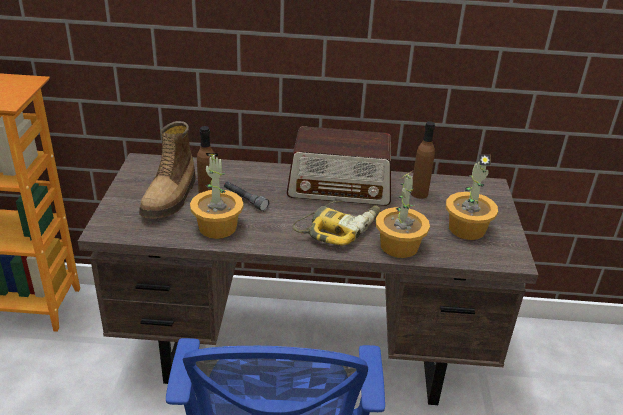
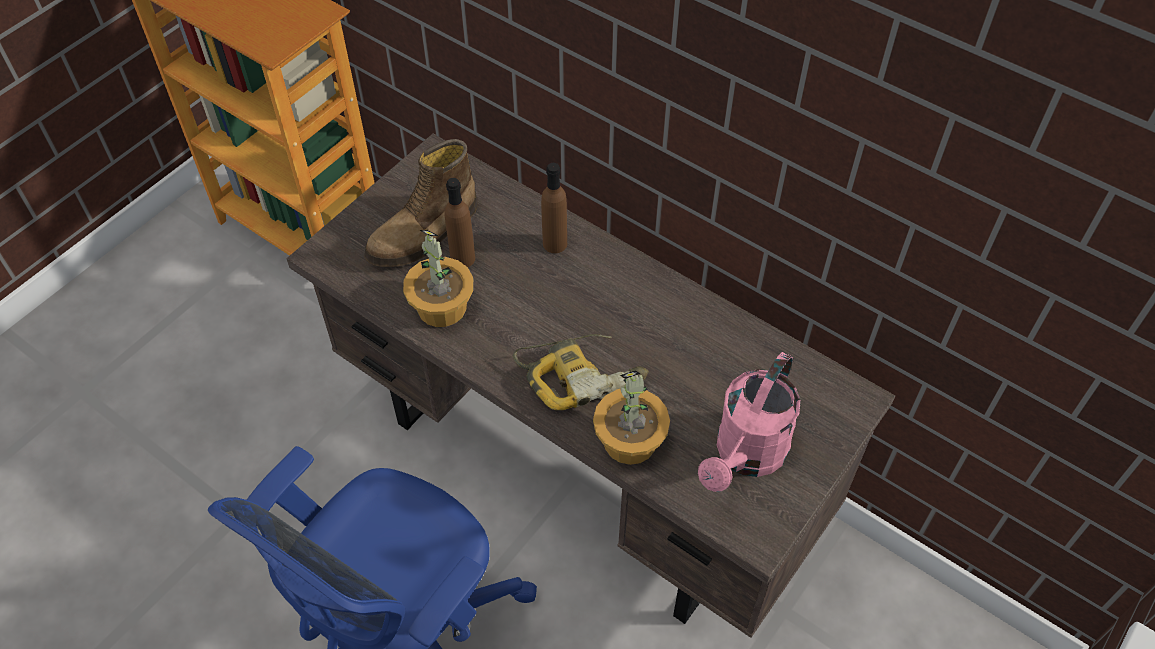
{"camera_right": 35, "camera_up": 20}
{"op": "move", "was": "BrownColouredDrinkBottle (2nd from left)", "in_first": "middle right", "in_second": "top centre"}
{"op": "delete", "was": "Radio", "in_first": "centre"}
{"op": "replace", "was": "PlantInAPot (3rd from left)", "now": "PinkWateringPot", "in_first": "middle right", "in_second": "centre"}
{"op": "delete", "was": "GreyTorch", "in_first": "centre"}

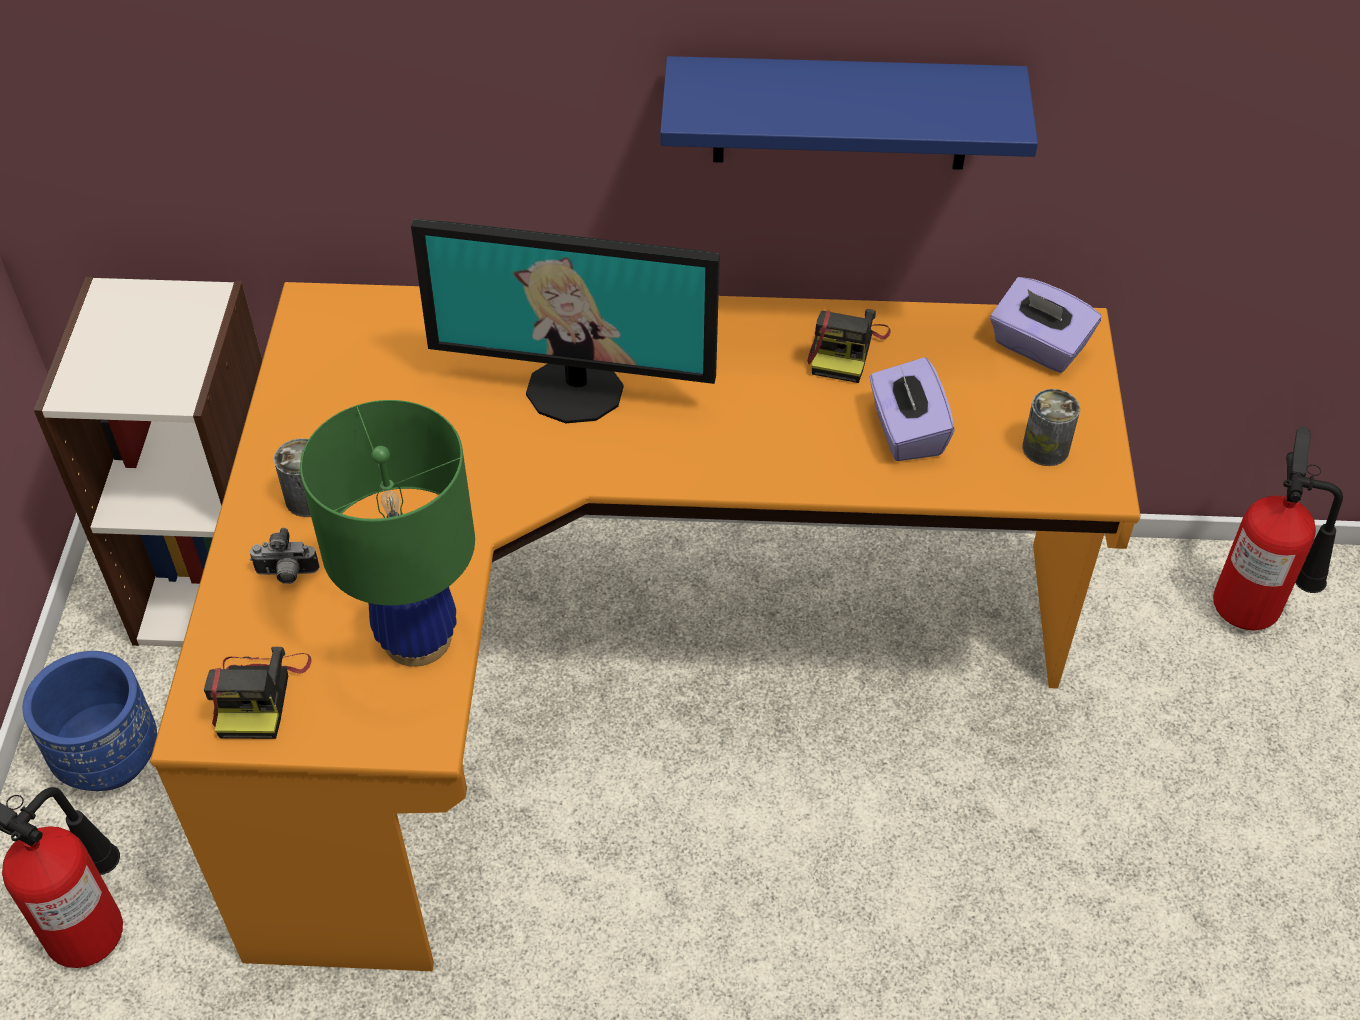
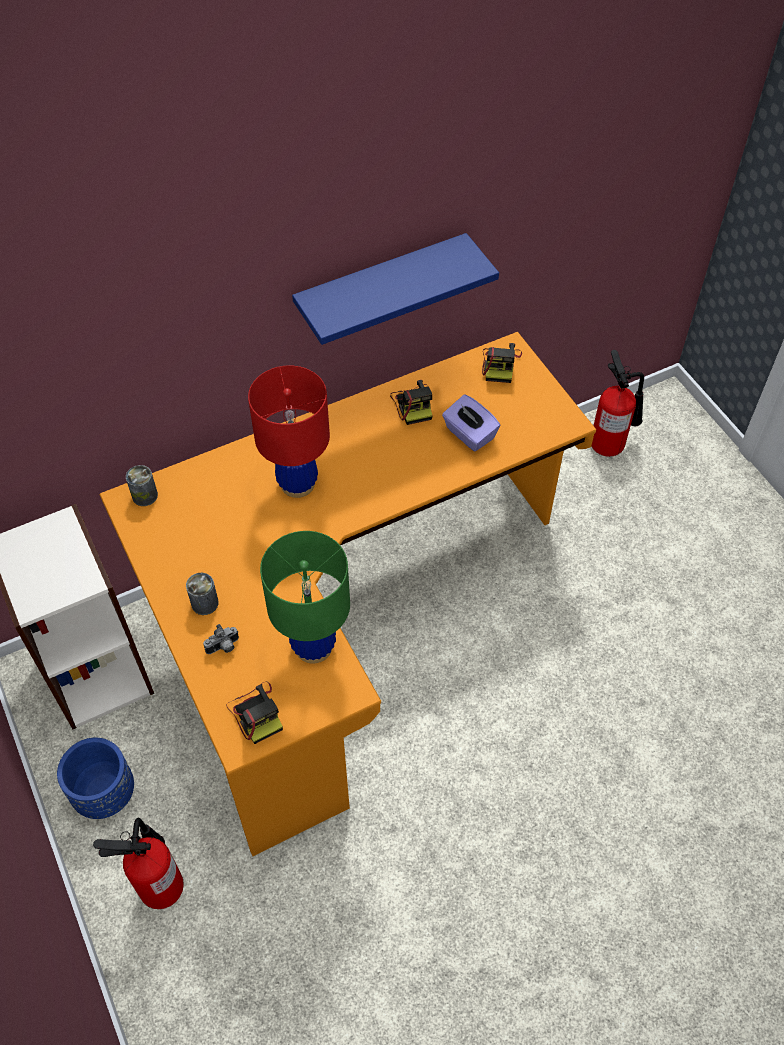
{"camera_right": -30, "camera_up": 5}
{"op": "replace", "was": "ComputerScreen", "now": "ReddishTabletopLamp", "in_first": "top centre", "in_second": "centre"}
{"op": "replace", "was": "PurplishTissueHolder (2nd from left)", "now": "StillCamera (4th from left)", "in_first": "top right", "in_second": "centre"}
{"op": "move", "was": "SealedCan (2nd from left in the first image)", "now": "SealedCan (1st from left)", "in_first": "middle right", "in_second": "middle left"}

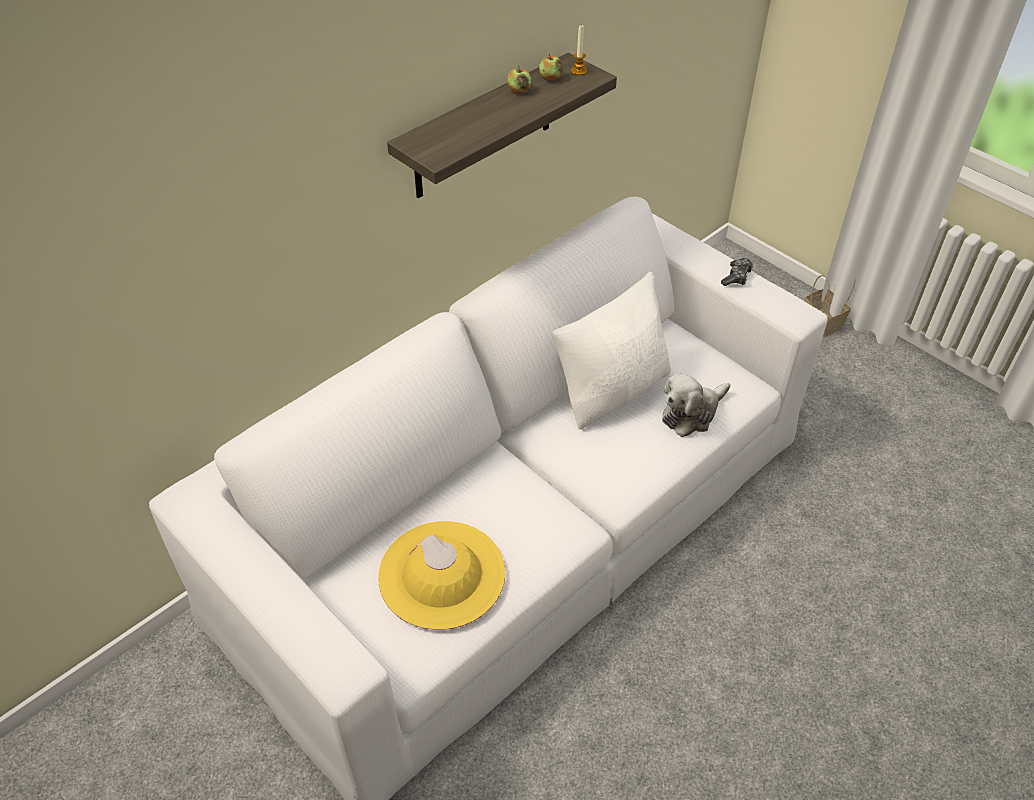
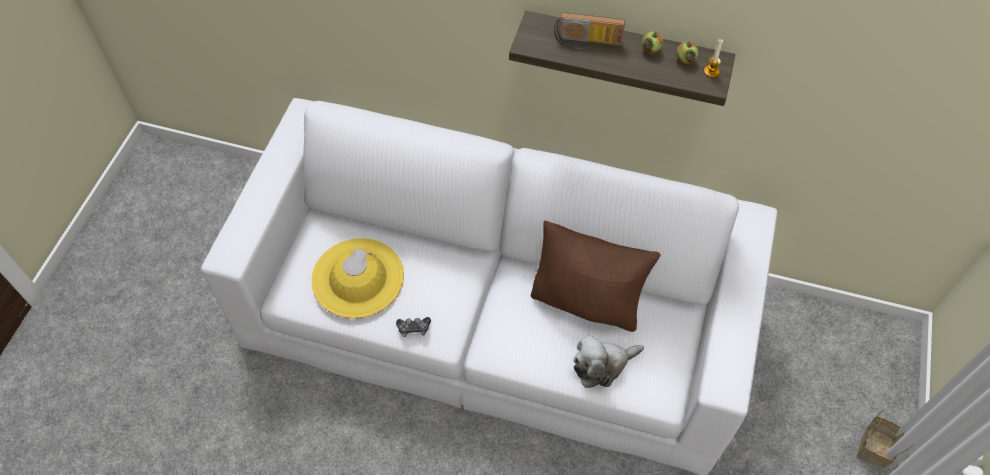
{"camera_right": 60, "camera_up": 10}
{"op": "move", "was": "Joypad", "in_first": "middle right", "in_second": "bottom centre"}
{"op": "recolor", "was": "WhiteCushion", "now": "BrownColouredCushion", "in_first": "centre", "in_second": "centre"}
{"op": "rotate", "was": "PlushToy", "in_first": "middle right", "in_second": "bottom centre", "clockwise": -45}
{"op": "insert", "now": "Radio", "in_second": "top centre"}

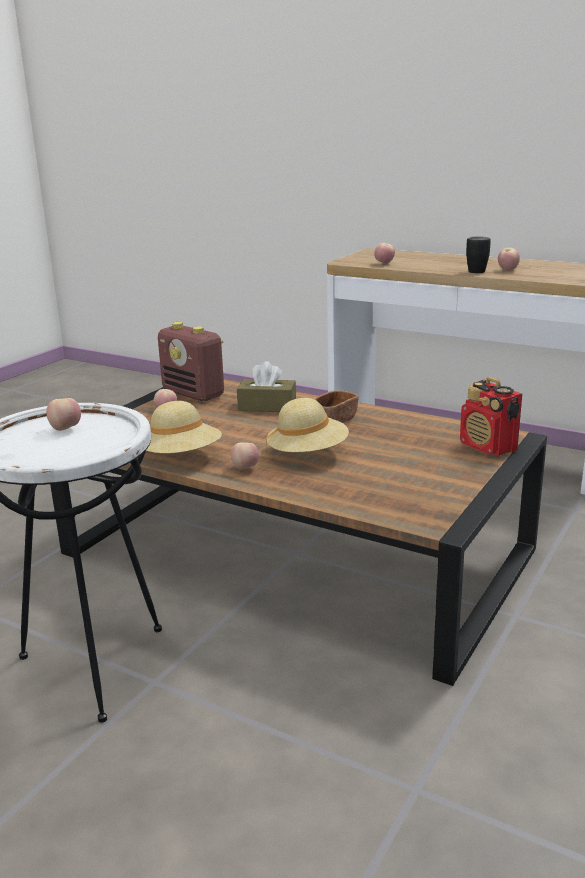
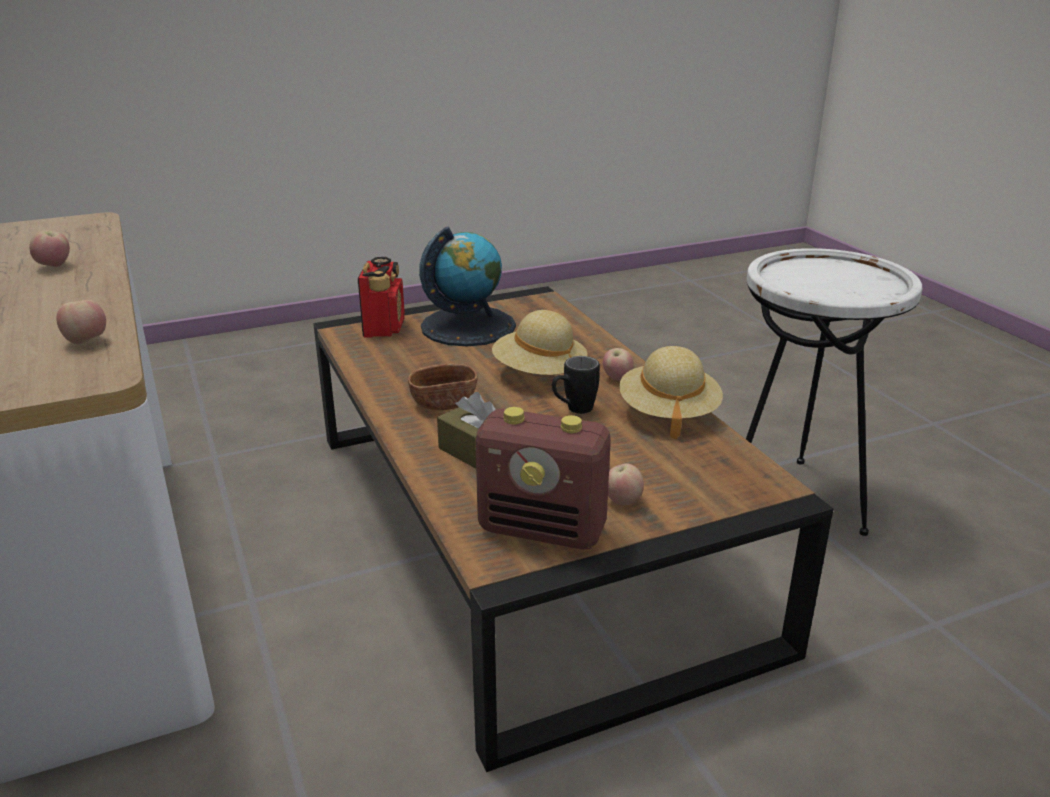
{"camera_right": -145, "camera_up": 5}
{"op": "move", "was": "BlackMug", "in_first": "top right", "in_second": "centre"}
{"op": "rotate", "was": "Radio (1st from left in the first image)", "in_first": "middle left", "in_second": "centre", "clockwise": 120}
{"op": "delete", "was": "AppleFruit (1st from left)", "in_first": "middle left"}
{"op": "insert", "now": "DeskGlobe", "in_second": "centre"}

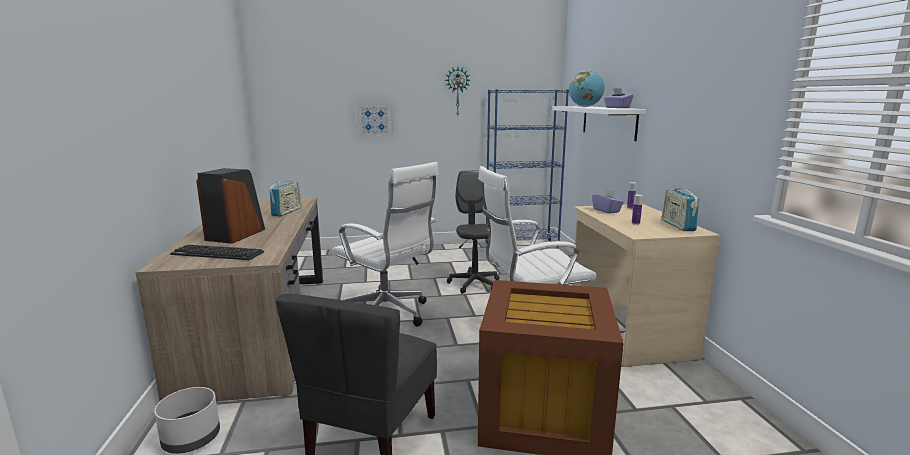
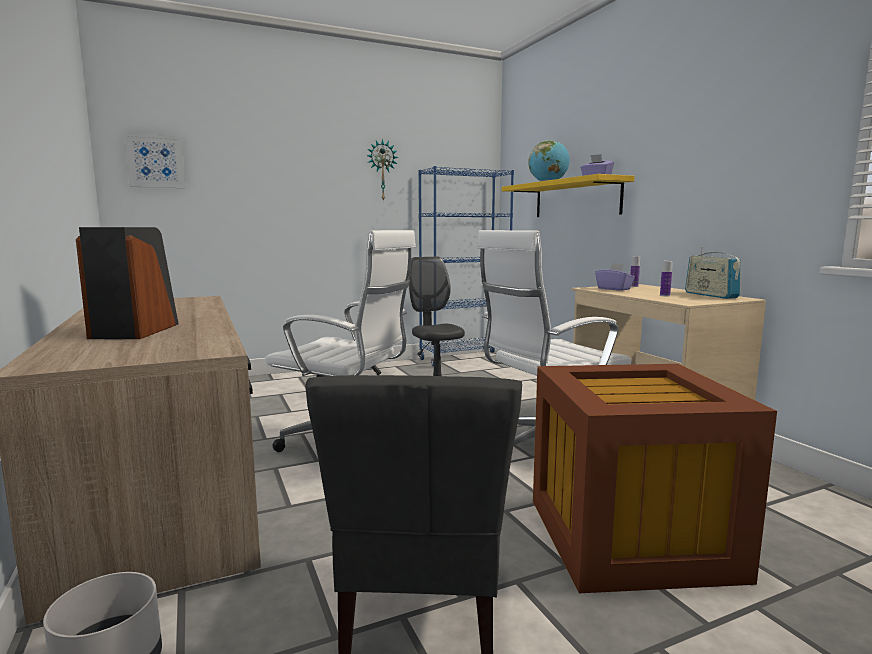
{"camera_right": -15, "camera_up": -5}
{"op": "move", "was": "WallArt", "in_first": "top centre", "in_second": "top left"}
{"op": "recolor", "was": "WhiteBracketShelf", "now": "YellowColouredBracketShelf", "in_first": "top centre", "in_second": "top centre"}
{"op": "delete", "was": "Radio (1st from left)", "in_first": "middle left"}
{"op": "delete", "was": "PcKeyboard", "in_first": "middle left"}

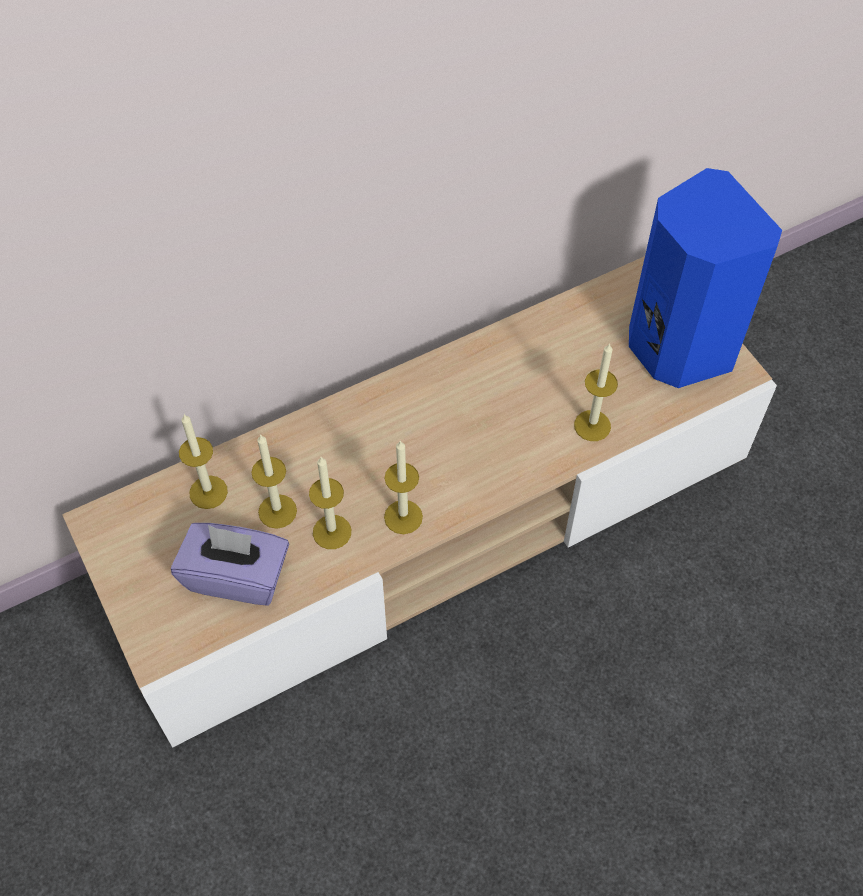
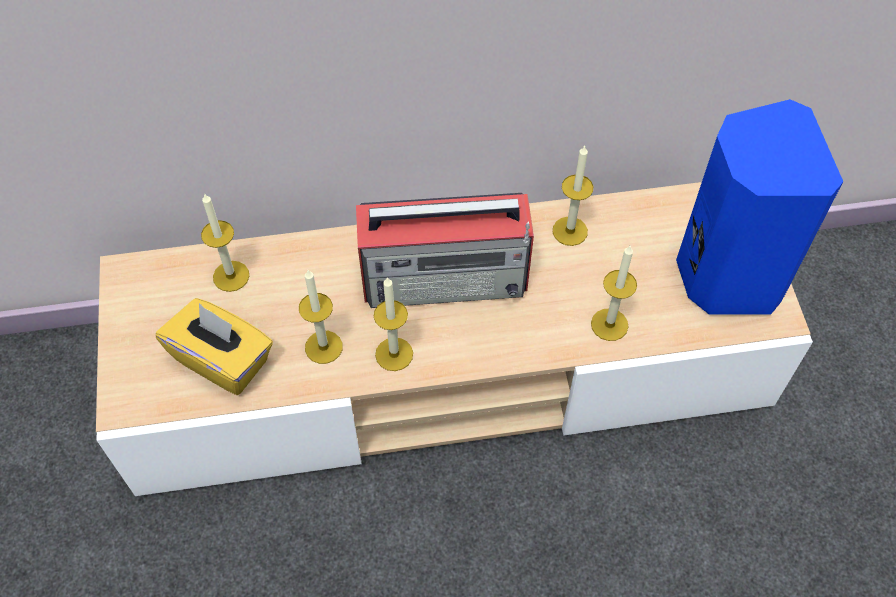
{"camera_right": 20, "camera_up": 0}
{"op": "move", "was": "Candle (2nd from left in the first image)", "now": "Candle (4th from left)", "in_first": "middle left", "in_second": "top centre"}
{"op": "recolor", "was": "PurplishTissueHolder", "now": "YellowColouredTissueHolder", "in_first": "middle left", "in_second": "middle left"}
{"op": "insert", "now": "Radio", "in_second": "centre"}

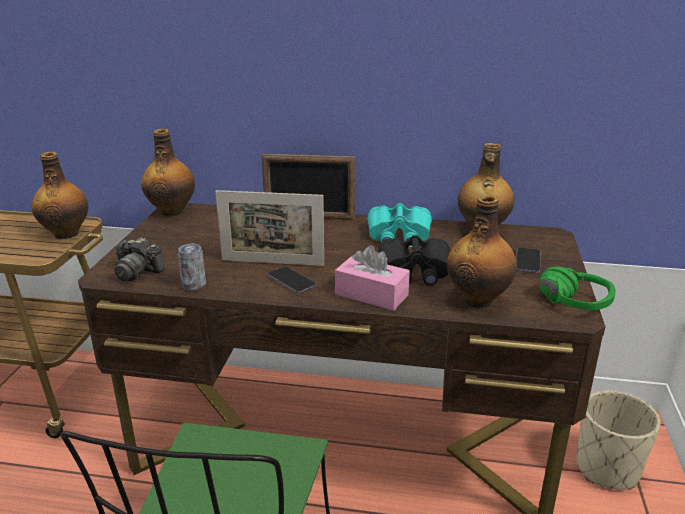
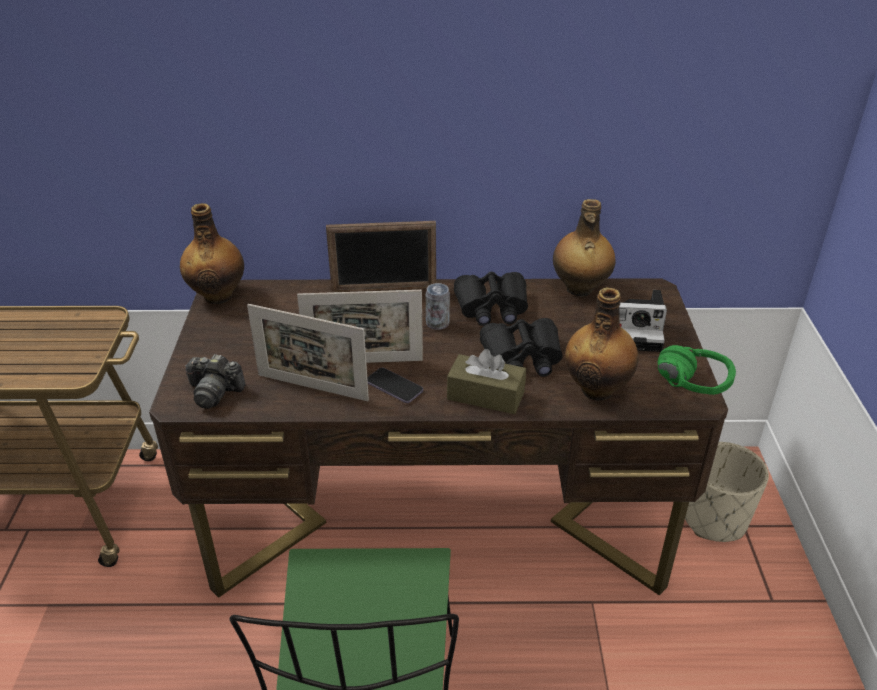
{"camera_right": -10, "camera_up": 10}
{"op": "delete", "was": "DrinkBottle (1st from left)", "in_first": "middle left"}
{"op": "recolor", "was": "TurquoiseColouredBinoculars", "now": "BlackBinoculars (1st from left)", "in_first": "centre", "in_second": "centre"}
{"op": "move", "was": "SealedCan", "in_first": "middle left", "in_second": "centre"}
{"op": "recolor", "was": "PinkTissueHolder", "now": "BrownColouredTissueHolder", "in_first": "centre", "in_second": "centre"}
{"op": "replace", "was": "Phone (2nd from left)", "now": "StillCamera (2nd from left)", "in_first": "middle right", "in_second": "middle right"}
{"op": "insert", "now": "PhotoFrame (1st from left)", "in_second": "centre"}

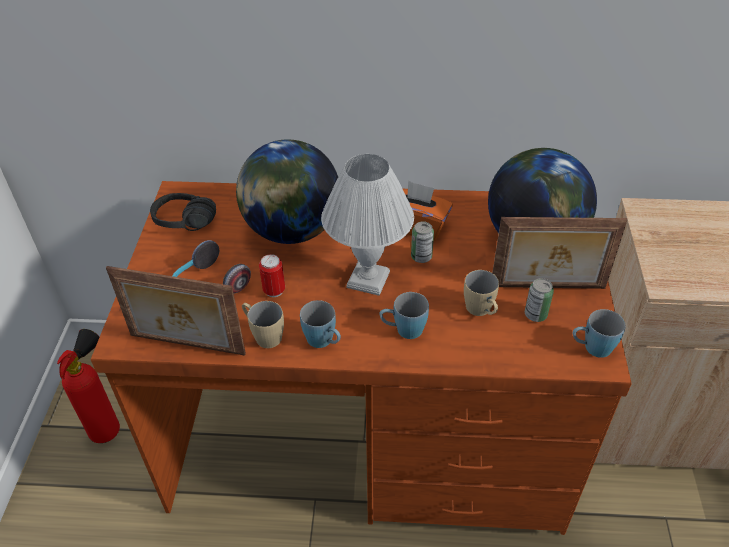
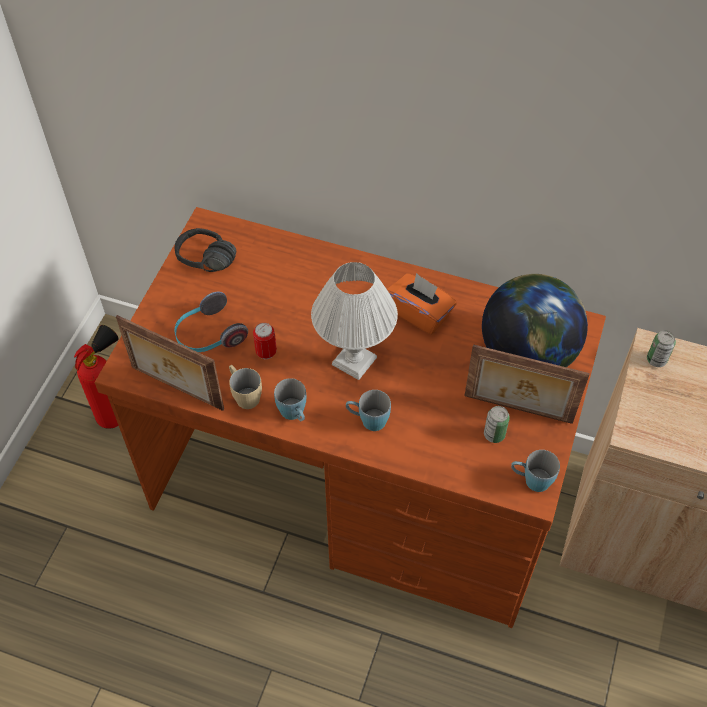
{"camera_right": 15, "camera_up": 10}
{"op": "delete", "was": "DeskGlobe (1st from left)", "in_first": "centre"}
{"op": "move", "was": "SealedCan (2nd from left in the first image)", "now": "SealedCan (3rd from left)", "in_first": "centre", "in_second": "middle right"}
{"op": "delete", "was": "BeigeMug (2nd from left)", "in_first": "centre"}

